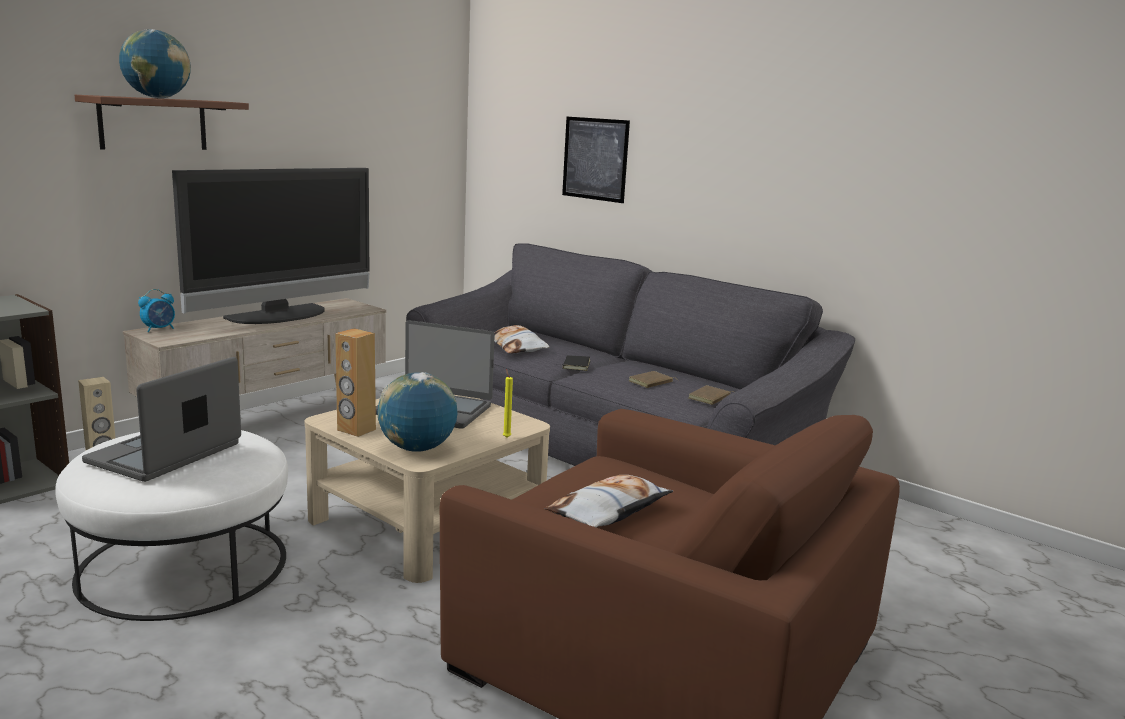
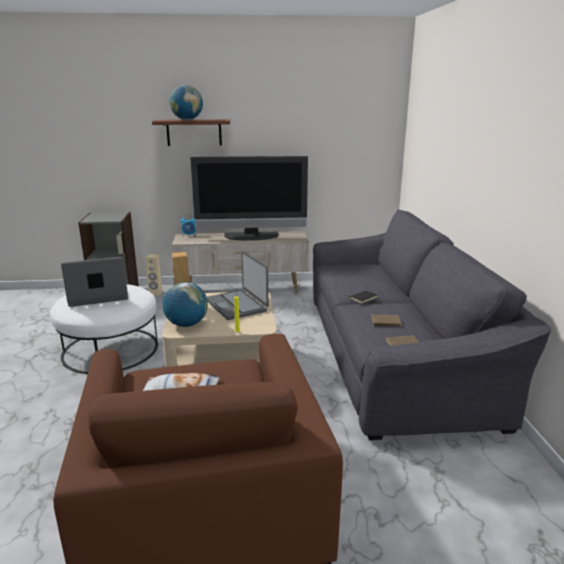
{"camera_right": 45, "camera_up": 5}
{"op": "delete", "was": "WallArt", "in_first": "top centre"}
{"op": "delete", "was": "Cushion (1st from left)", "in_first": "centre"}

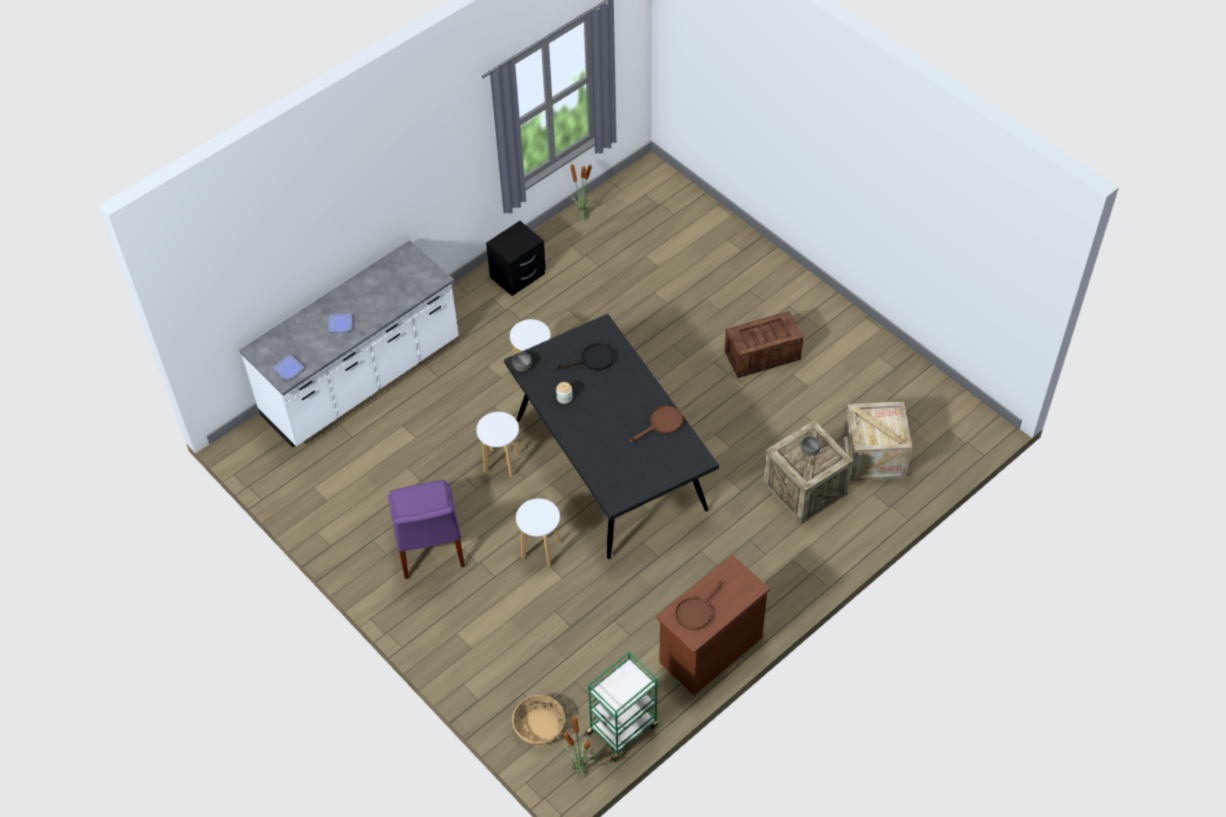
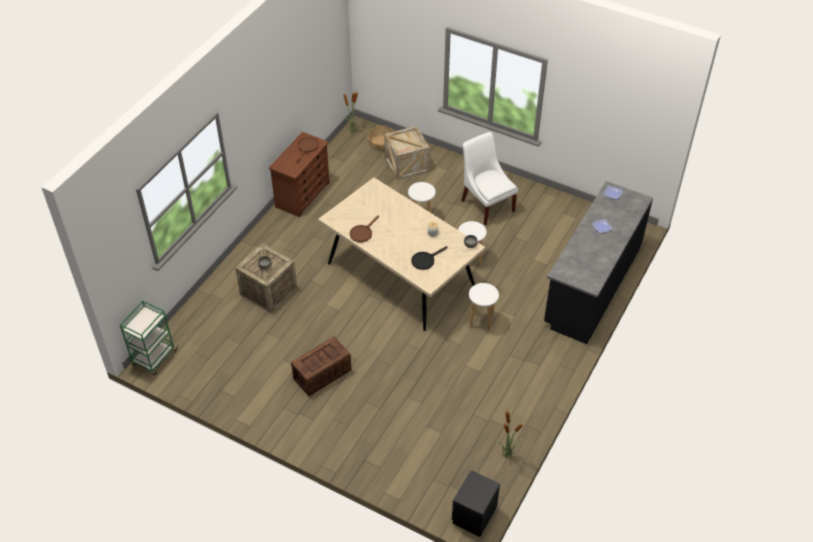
{"camera_right": 160, "camera_up": -5}
{"op": "move", "was": "BlackNightstand", "in_first": "top centre", "in_second": "bottom centre"}
{"op": "recolor", "was": "WhiteKitchenBaseUnit", "now": "BlackKitchenBaseUnit", "in_first": "middle left", "in_second": "middle right"}
{"op": "recolor", "was": "BlackKitchenTable", "now": "BeigeKitchenTable", "in_first": "centre", "in_second": "centre"}
{"op": "move", "was": "PackingCrate (3rd from left)", "in_first": "middle right", "in_second": "top centre"}
{"op": "recolor", "was": "PurplishPlainChair", "now": "WhitePlainChair", "in_first": "centre", "in_second": "top centre"}
{"op": "move", "was": "GreenishTrolley", "in_first": "bottom centre", "in_second": "middle left"}

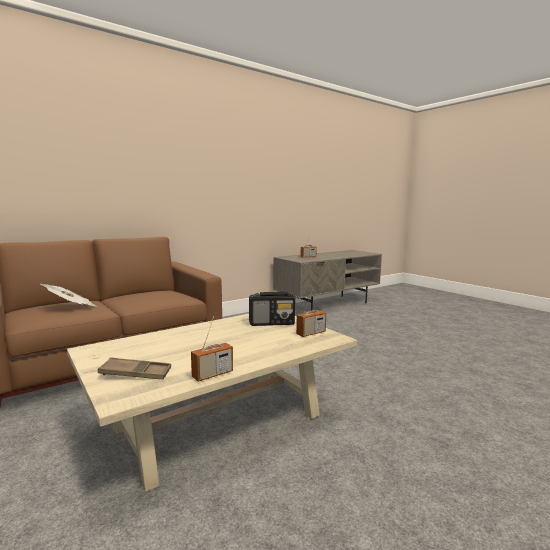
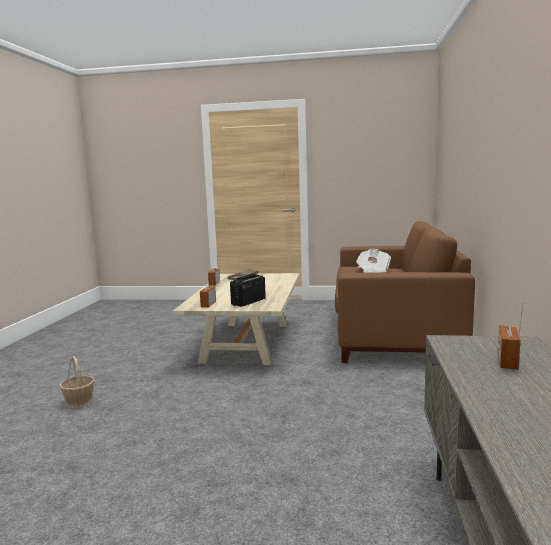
{"camera_right": 135, "camera_up": 0}
{"op": "insert", "now": "Basket", "in_second": "bottom left"}

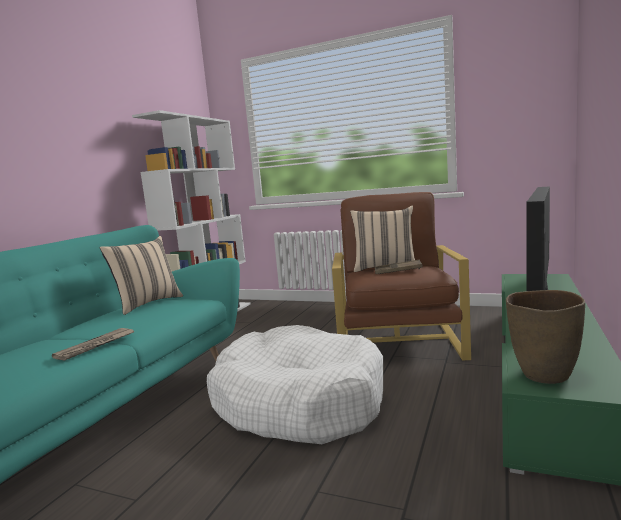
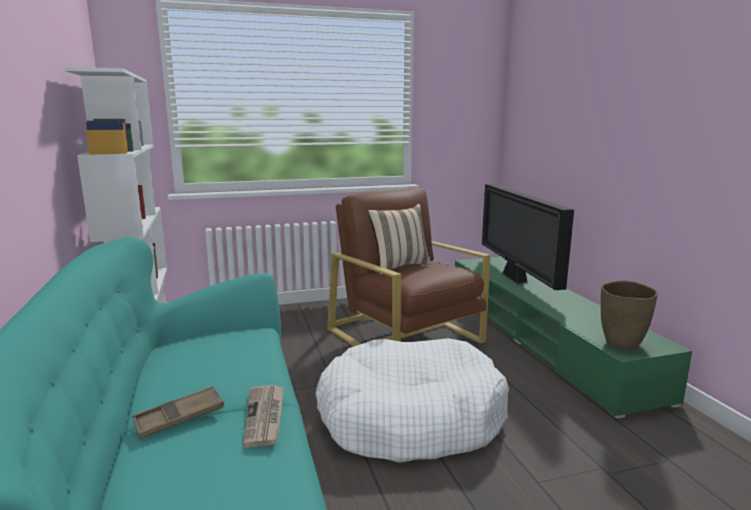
{"camera_right": -40, "camera_up": 5}
{"op": "delete", "was": "BeigeCushion (1st from left)", "in_first": "middle left"}
{"op": "move", "was": "BrownColouredTray", "in_first": "centre", "in_second": "bottom left"}

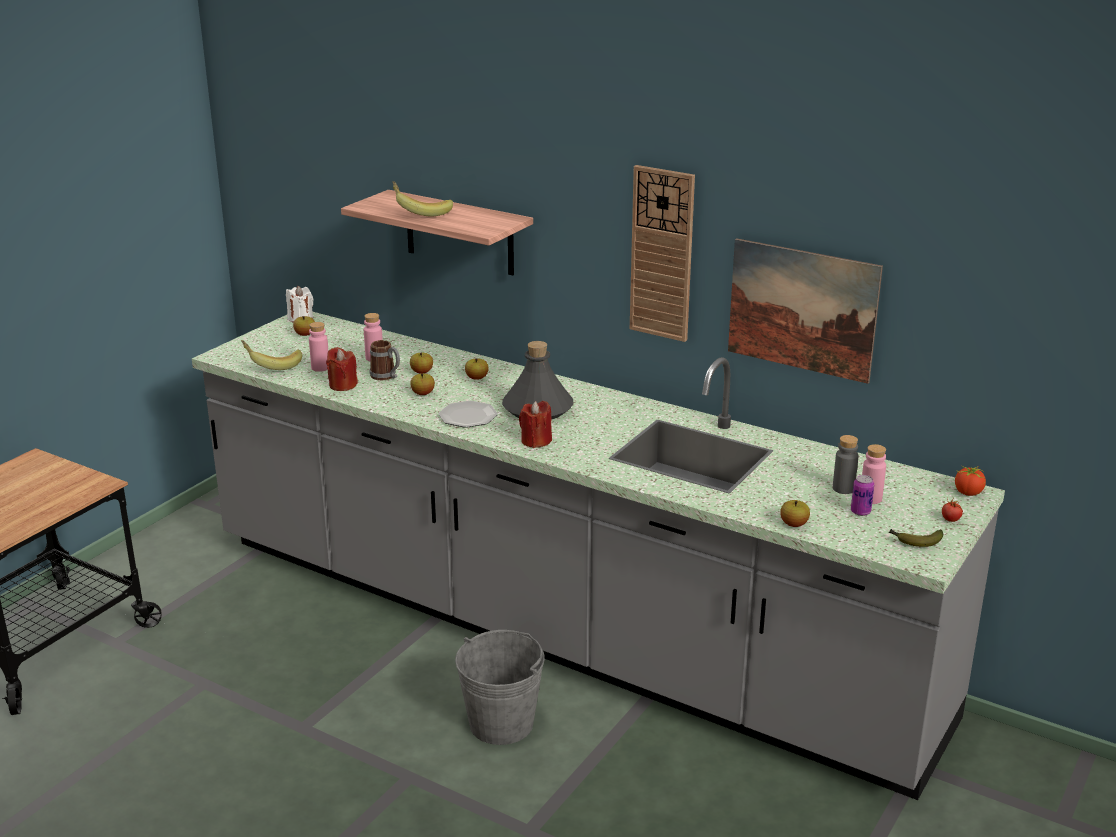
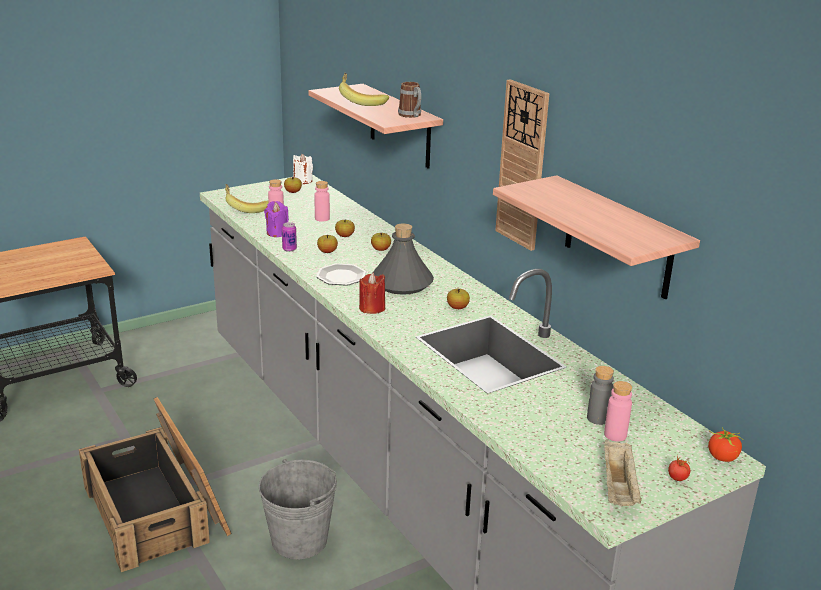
{"camera_right": 25, "camera_up": 0}
{"op": "replace", "was": "WallArt", "now": "BracketShelf (2nd from left)", "in_first": "middle right", "in_second": "middle right"}
{"op": "move", "was": "Mug", "in_first": "centre", "in_second": "top centre"}
{"op": "recolor", "was": "ReddishCandle (1st from left)", "now": "PurplishCandle", "in_first": "middle left", "in_second": "centre"}
{"op": "move", "was": "SealedCan", "in_first": "middle right", "in_second": "centre"}
{"op": "move", "was": "AppleFruit (5th from left)", "in_first": "middle right", "in_second": "centre"}
{"op": "replace", "was": "WholeBanana (3rd from left)", "now": "BeigeTray", "in_first": "middle right", "in_second": "bottom right"}
{"op": "insert", "now": "PackingCrate", "in_second": "bottom left"}

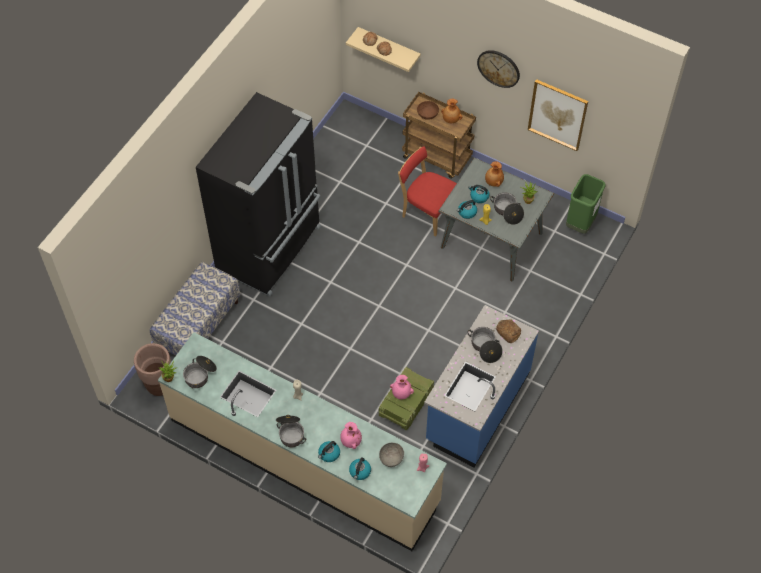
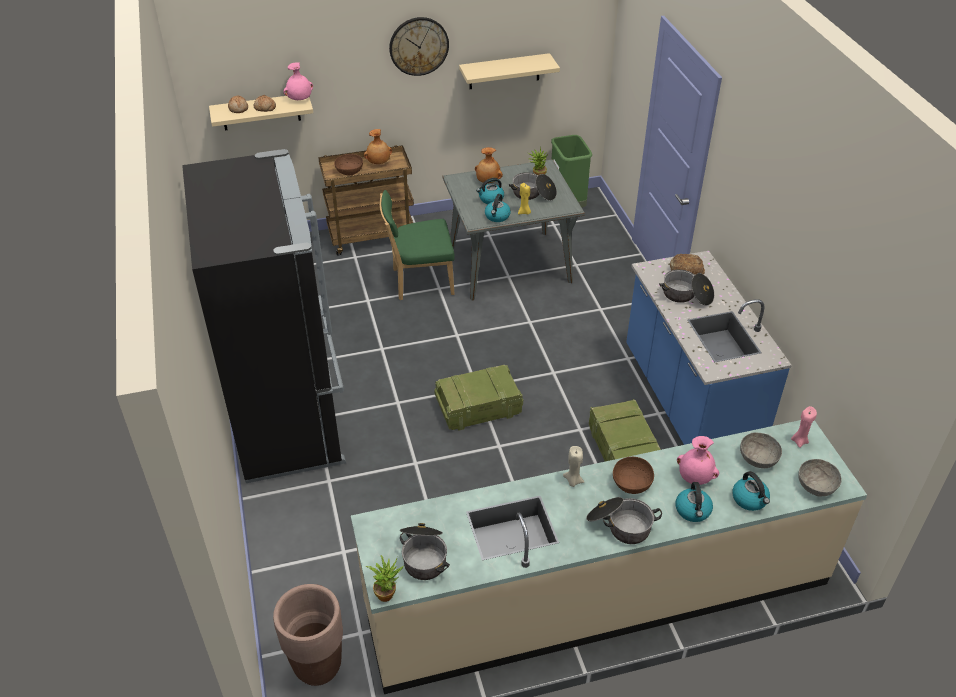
{"camera_right": -45, "camera_up": -15}
{"op": "replace", "was": "WallArt", "now": "BeigeBracketShelf (2nd from left)", "in_first": "top right", "in_second": "top centre"}
{"op": "recolor", "was": "ReddishPlainChair", "now": "GreenishPlainChair", "in_first": "centre", "in_second": "centre"}
{"op": "delete", "was": "LongSeat", "in_first": "middle left"}
{"op": "move", "was": "PinkFlowerVase (2nd from left in the first image)", "now": "PinkFlowerVase (1st from left)", "in_first": "bottom centre", "in_second": "top left"}
{"op": "insert", "now": "PackingCrate (1st from left)", "in_second": "centre"}
{"op": "insert", "now": "BrownColouredBowl (2nd from left)", "in_second": "bottom centre"}
{"op": "insert", "now": "GreyBowl (2nd from left)", "in_second": "bottom right"}

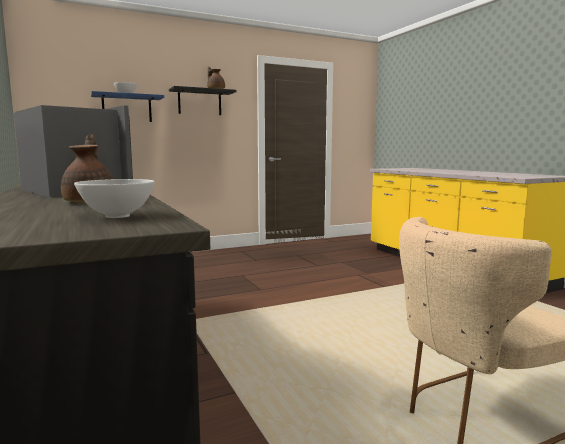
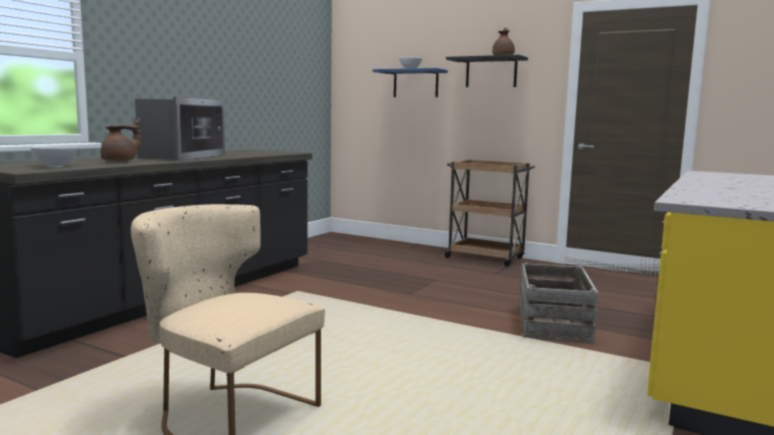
{"camera_right": 55, "camera_up": 0}
{"op": "insert", "now": "BrownColouredTrolley", "in_second": "centre"}
{"op": "insert", "now": "PackingCrate", "in_second": "bottom right"}

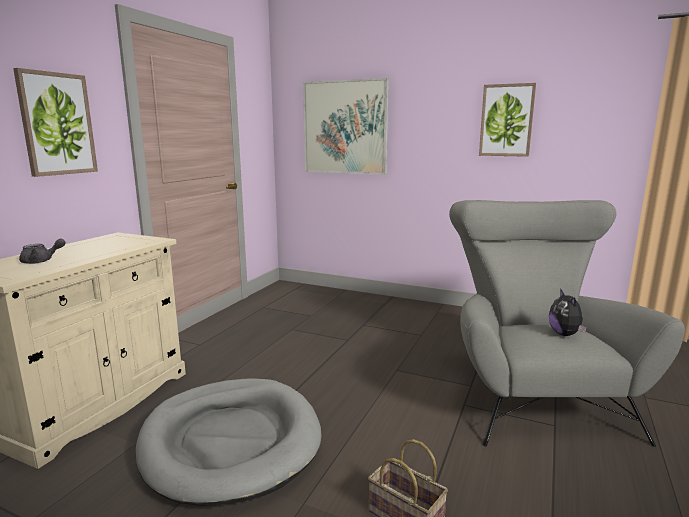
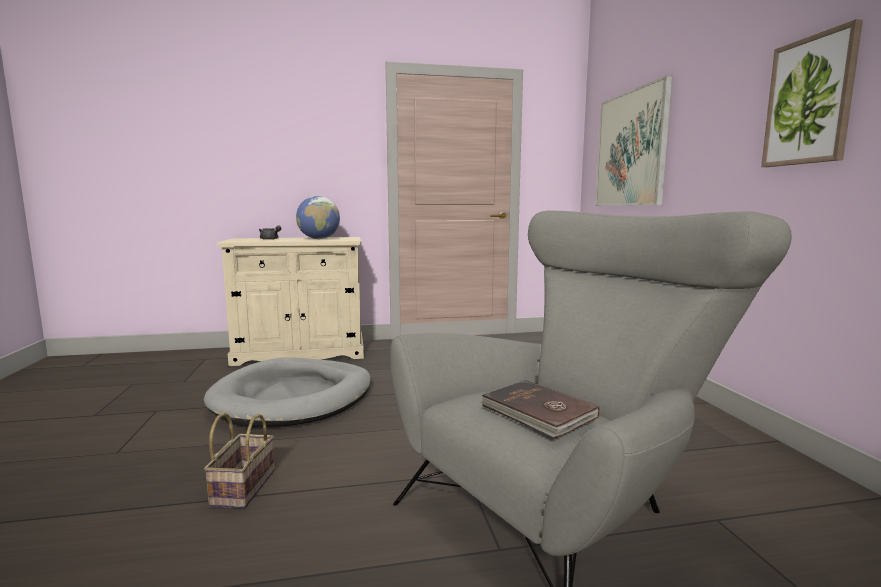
{"camera_right": 55, "camera_up": -5}
{"op": "delete", "was": "WallArt (1st from left)", "in_first": "top left"}
{"op": "replace", "was": "PlushToy", "now": "BrownColouredBoundBook", "in_first": "middle right", "in_second": "bottom centre"}
{"op": "insert", "now": "DeskGlobe", "in_second": "centre"}

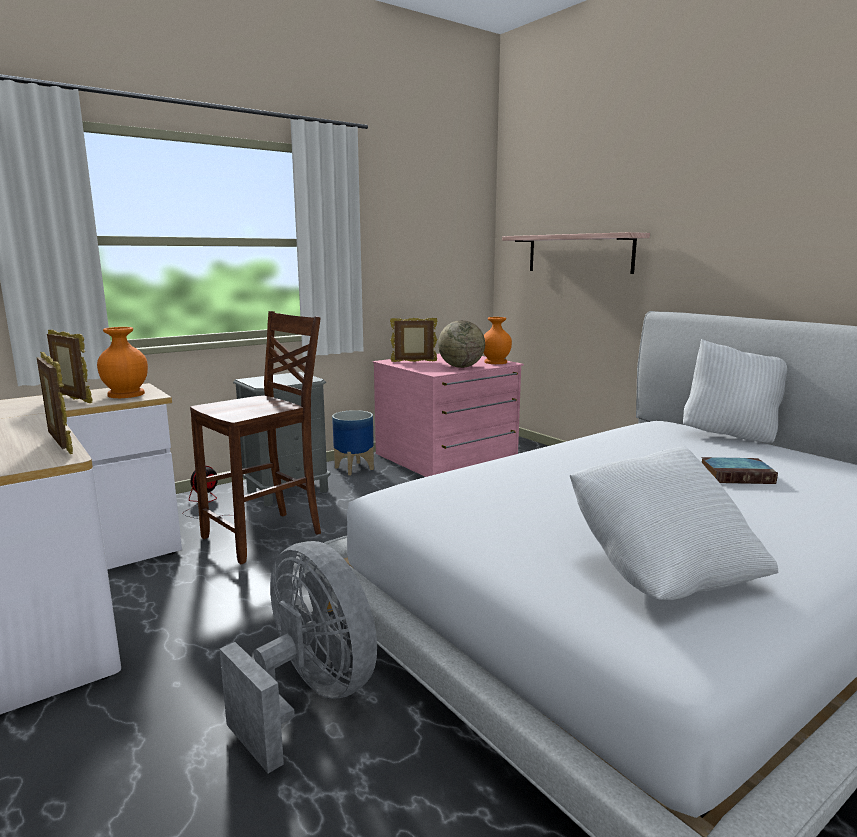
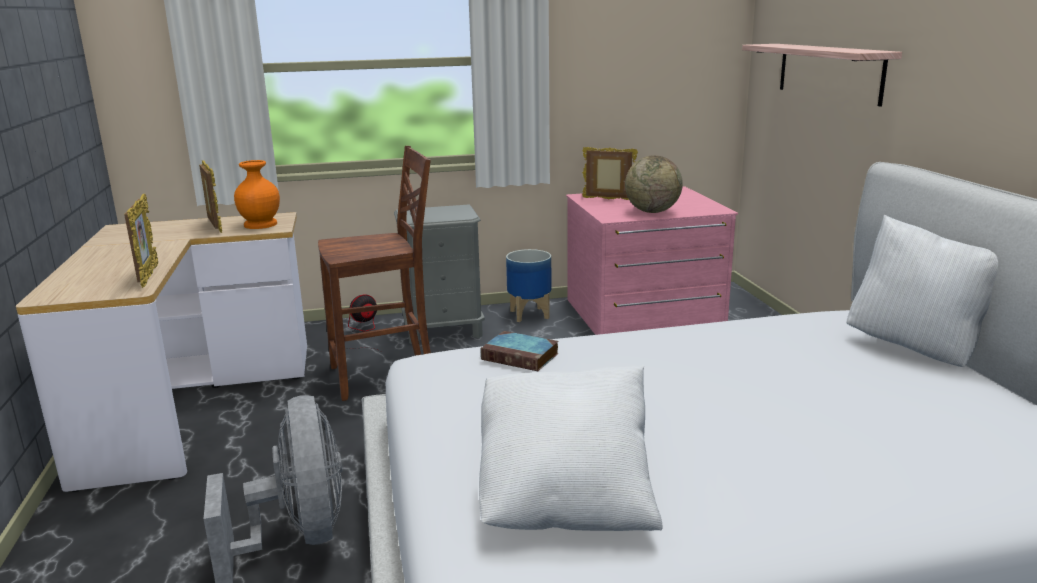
{"camera_right": 25, "camera_up": 5}
{"op": "delete", "was": "OrangeyFlowerVase (2nd from left)", "in_first": "centre"}
{"op": "move", "was": "BoundBook", "in_first": "middle right", "in_second": "centre"}

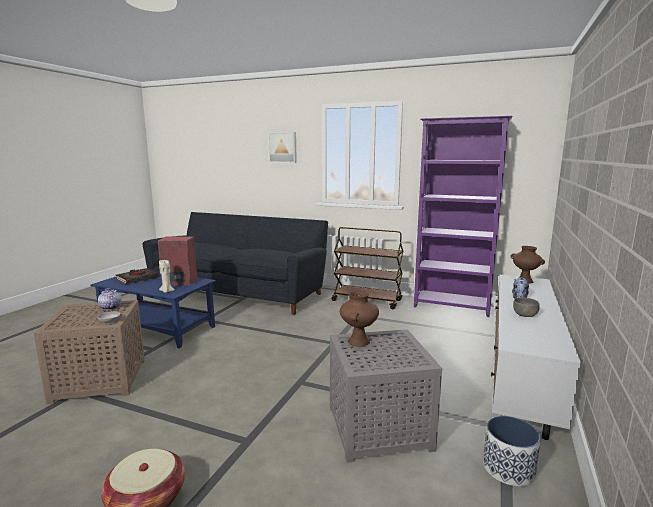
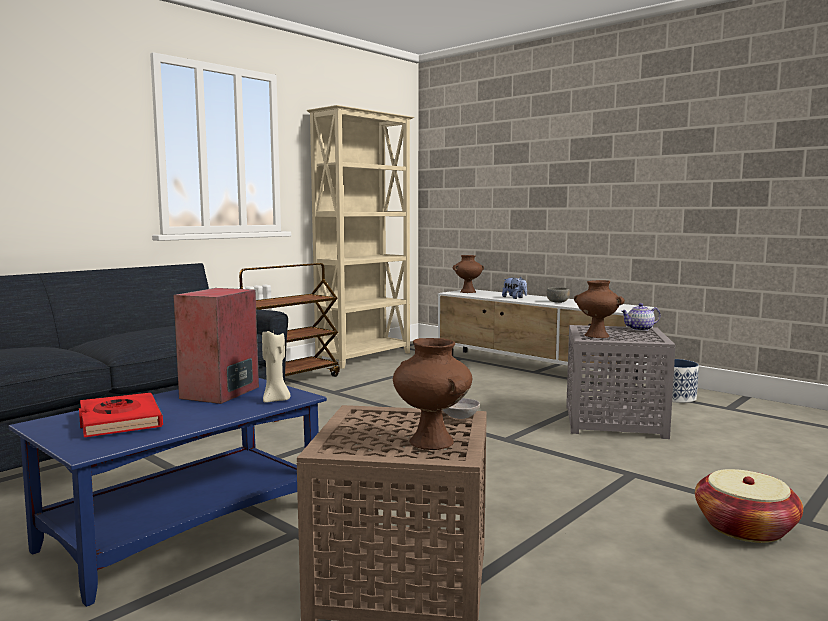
{"camera_right": -70, "camera_up": -5}
{"op": "recolor", "was": "PurplishBookshelf", "now": "BeigeBookshelf", "in_first": "middle right", "in_second": "centre"}
{"op": "delete", "was": "WallArt", "in_first": "top centre"}
{"op": "recolor", "was": "BlackBoundBook", "now": "ReddishBoundBook", "in_first": "middle left", "in_second": "bottom left"}
{"op": "move", "was": "Teapot", "in_first": "middle left", "in_second": "middle right"}
{"op": "insert", "now": "BrownColouredFlowerVase (1st from left)", "in_second": "centre"}

